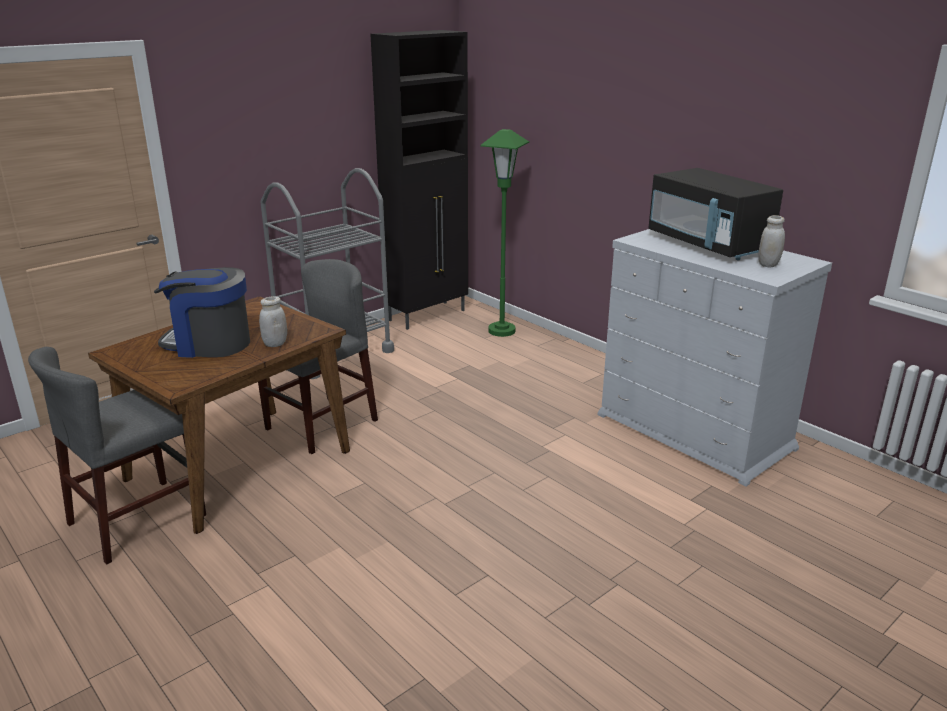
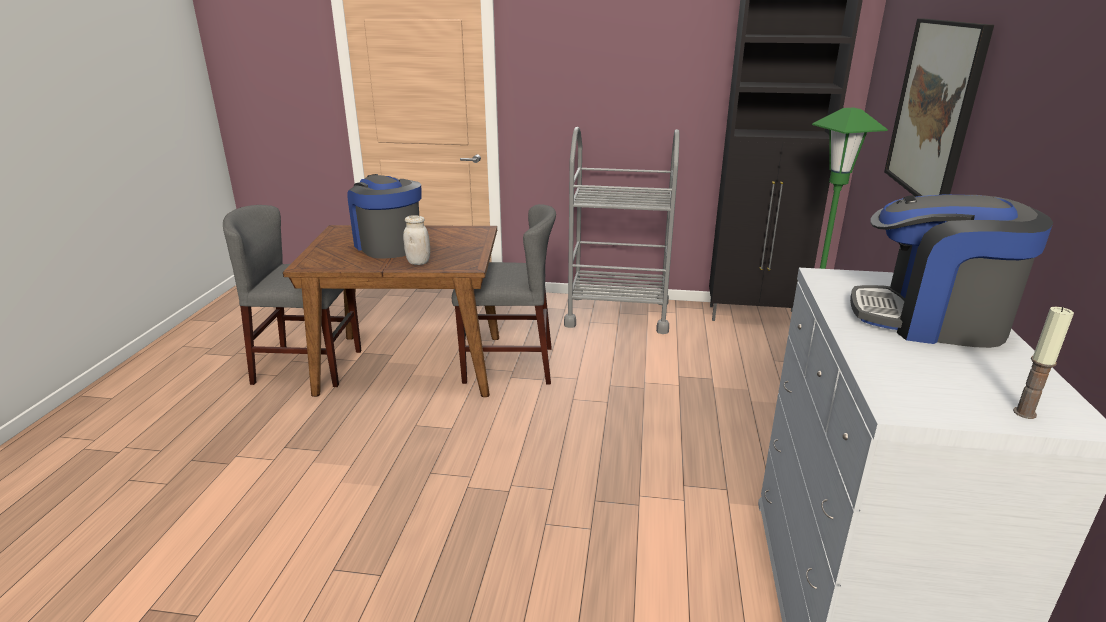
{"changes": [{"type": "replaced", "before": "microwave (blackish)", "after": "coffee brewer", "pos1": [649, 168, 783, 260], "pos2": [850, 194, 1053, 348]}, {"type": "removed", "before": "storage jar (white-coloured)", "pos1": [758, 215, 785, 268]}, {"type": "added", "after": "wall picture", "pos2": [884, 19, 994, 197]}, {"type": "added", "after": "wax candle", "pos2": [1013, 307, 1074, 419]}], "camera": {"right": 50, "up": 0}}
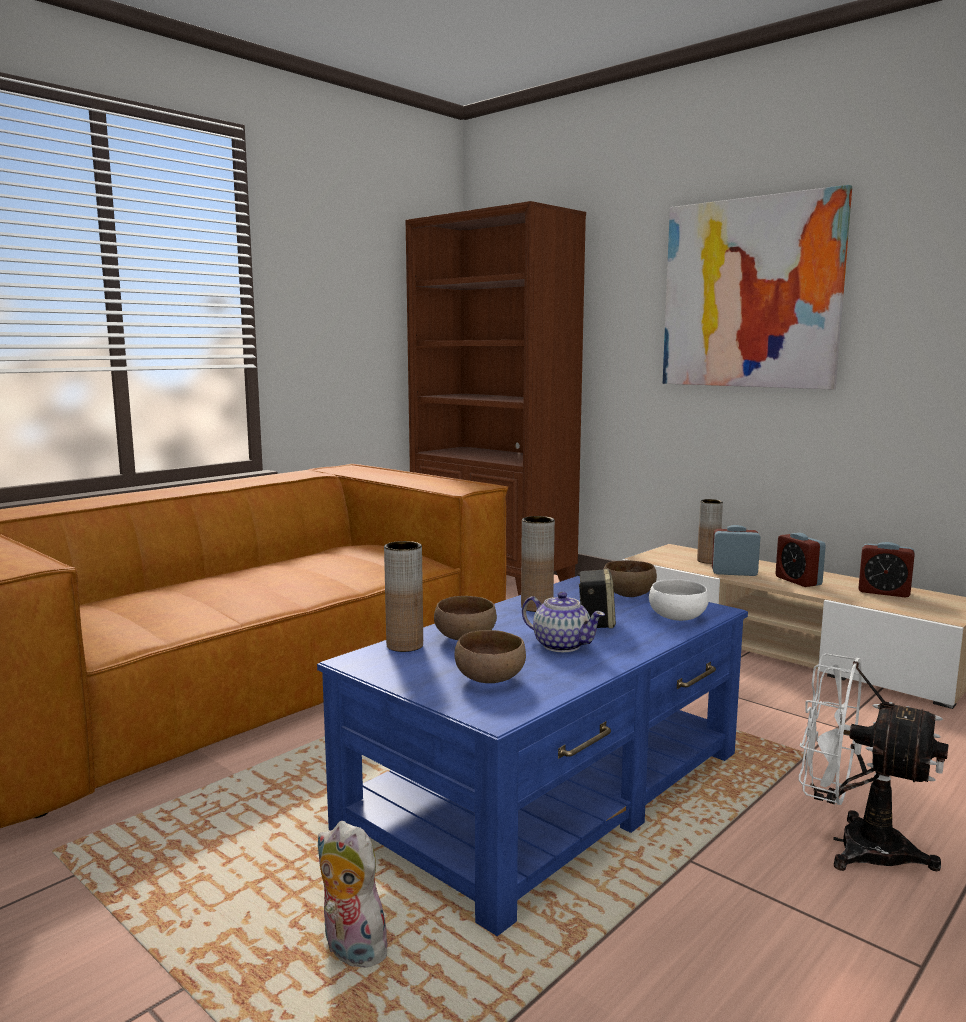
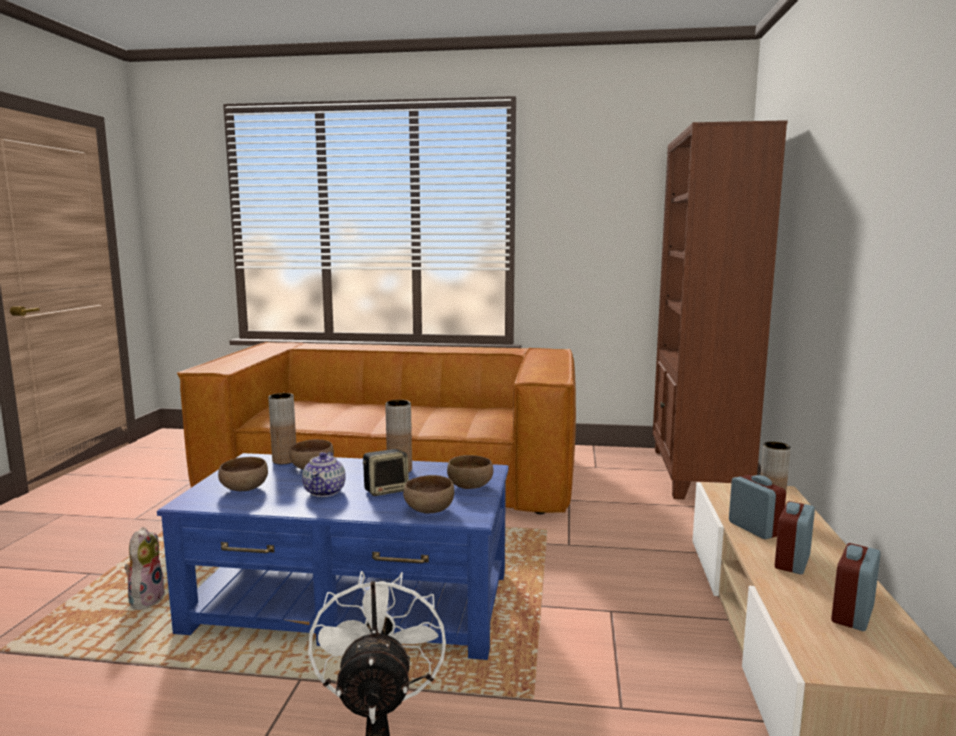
{"changes": [{"type": "removed", "before": "wall picture", "pos1": [663, 185, 852, 389]}, {"type": "turned", "before": "alarm clock", "pos1": [858, 542, 915, 598], "pos2": [831, 543, 881, 631], "turn": 45}, {"type": "recoloured", "before": "serving bowl (white-coloured)", "after": "serving bowl (brownish)", "pos1": [649, 579, 709, 621], "pos2": [403, 475, 454, 513]}], "camera": {"right": 55, "up": 0}}
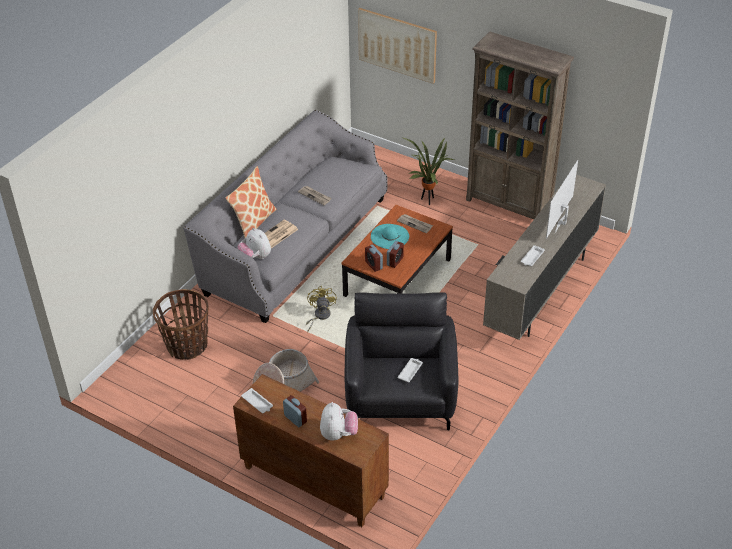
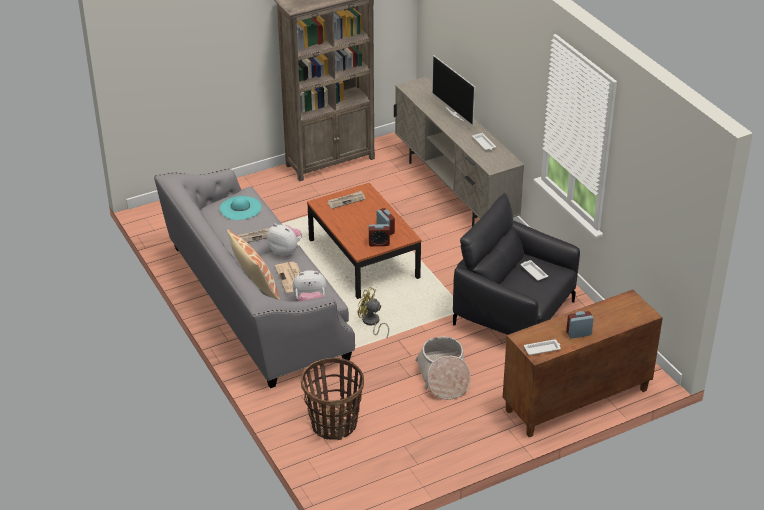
{"changes": [{"type": "removed", "before": "wall picture", "pos1": [358, 8, 437, 84]}, {"type": "removed", "before": "potted plant", "pos1": [404, 138, 454, 205]}, {"type": "moved", "before": "hat (turquoise-coloured)", "pos1": [371, 224, 409, 249], "pos2": [219, 196, 261, 220]}, {"type": "moved", "before": "plush toy", "pos1": [320, 402, 358, 441], "pos2": [267, 224, 302, 256]}], "camera": {"right": -60, "up": -5}}
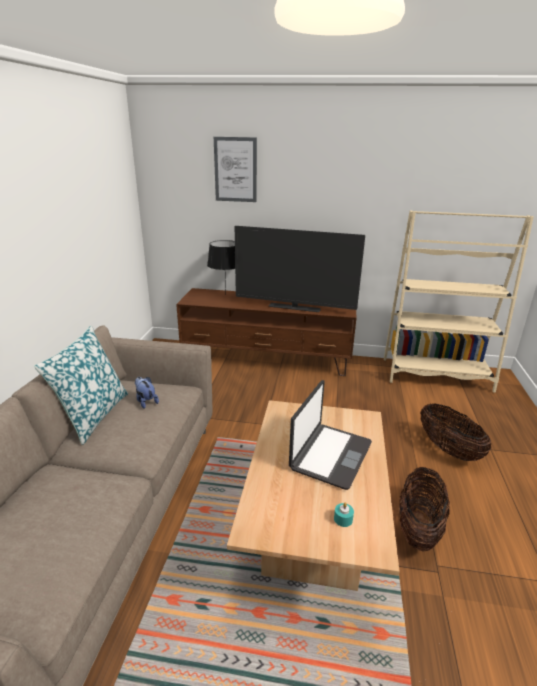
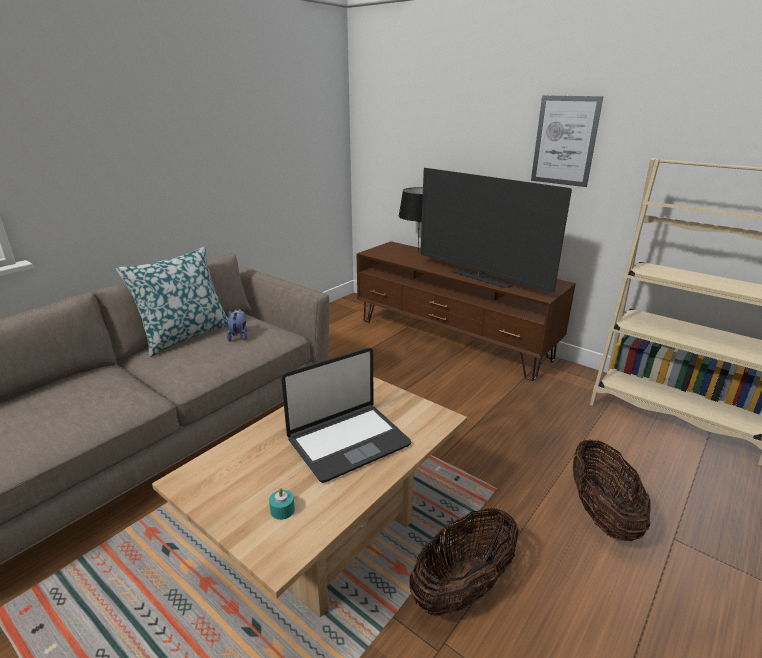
{"changes": [{"type": "moved", "before": "wall picture", "pos1": [214, 137, 257, 202], "pos2": [531, 95, 603, 187]}], "camera": {"right": 30, "up": 0}}
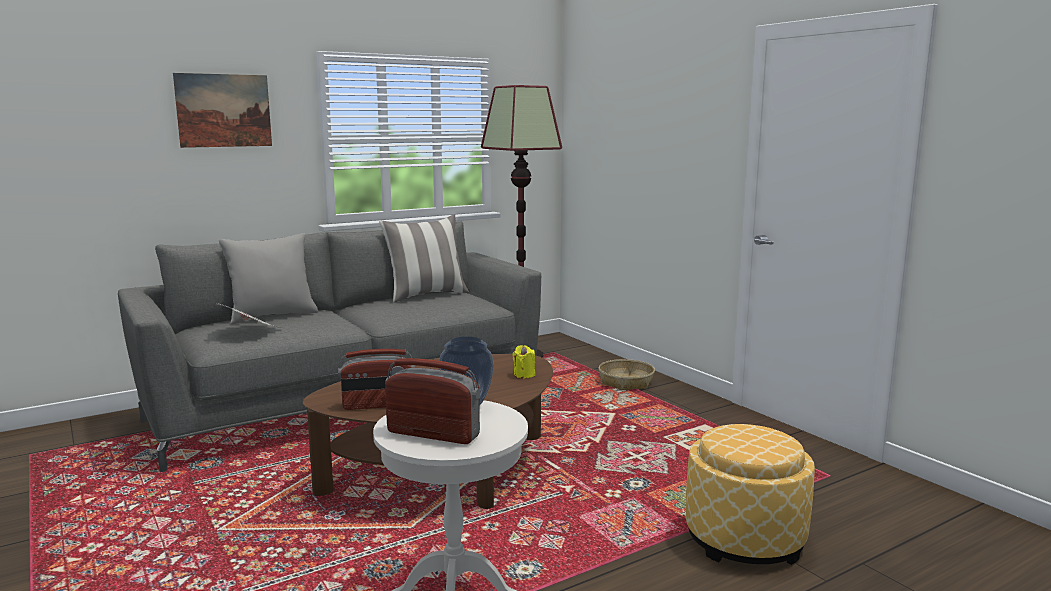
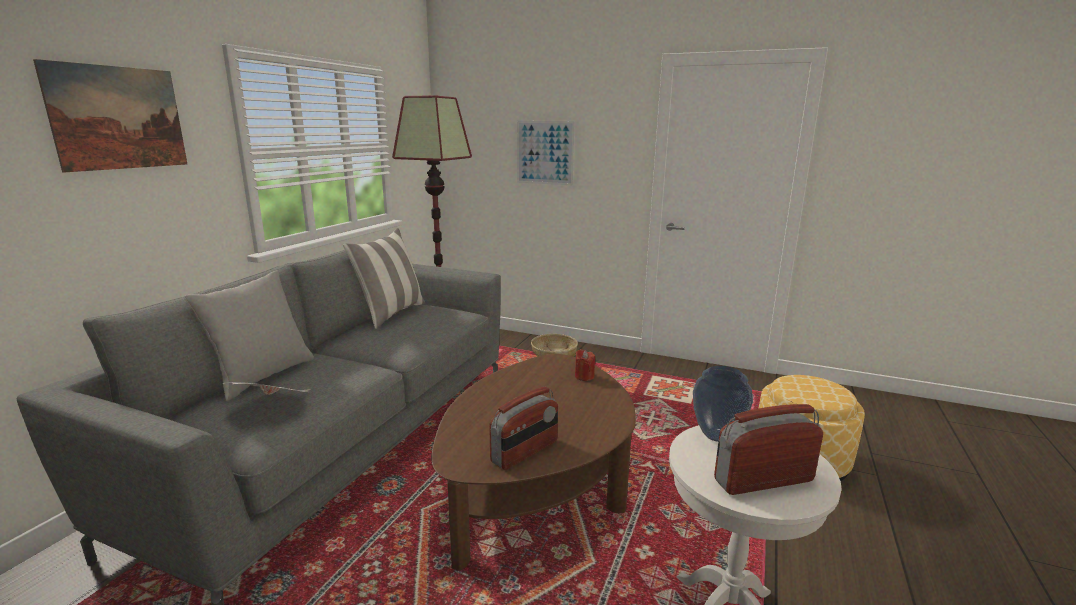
{"changes": [{"type": "recoloured", "before": "wax candle (yellow)", "after": "wax candle (red-coloured)", "pos1": [513, 345, 535, 379], "pos2": [575, 349, 595, 381]}, {"type": "added", "after": "wall picture", "pos2": [517, 121, 575, 185]}], "camera": {"right": -35, "up": 5}}
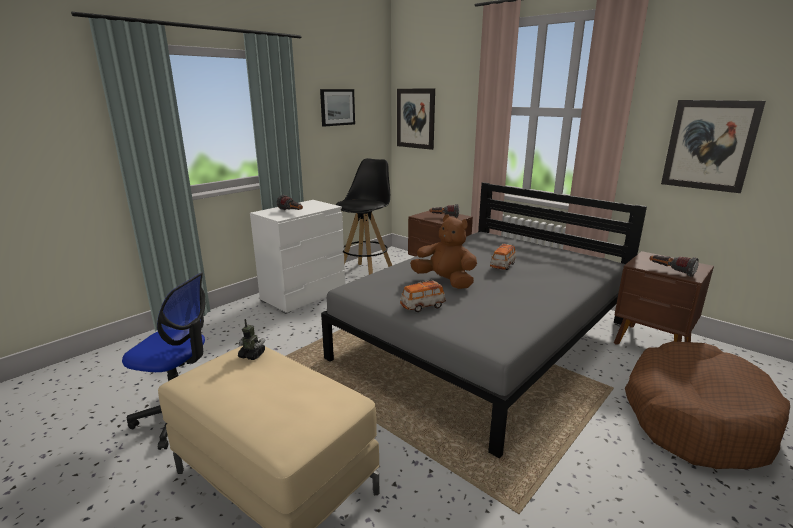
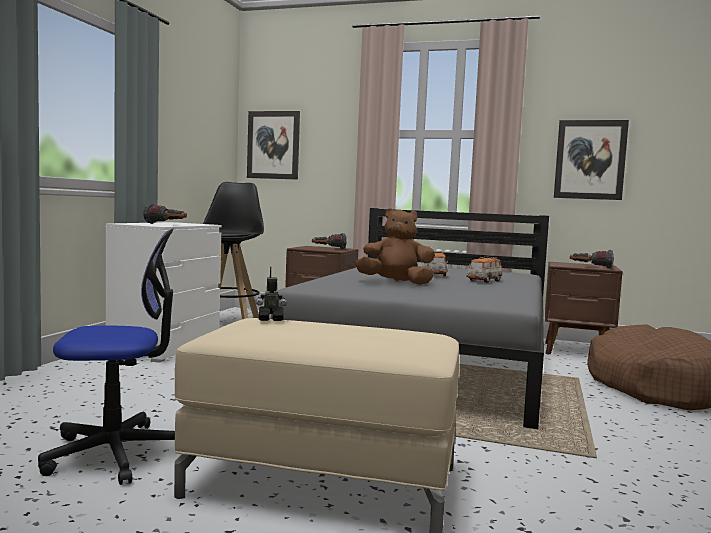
{"changes": [{"type": "removed", "before": "wall picture", "pos1": [320, 89, 355, 126]}, {"type": "moved", "before": "miniature car", "pos1": [400, 280, 446, 312], "pos2": [466, 256, 502, 283]}], "camera": {"right": -25, "up": -15}}
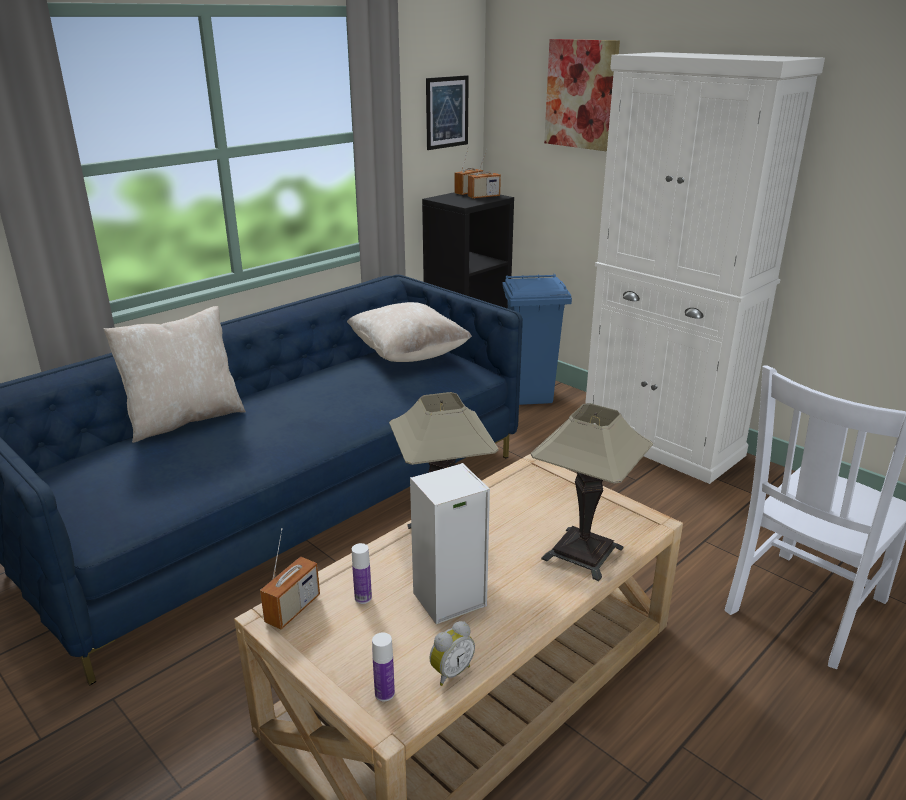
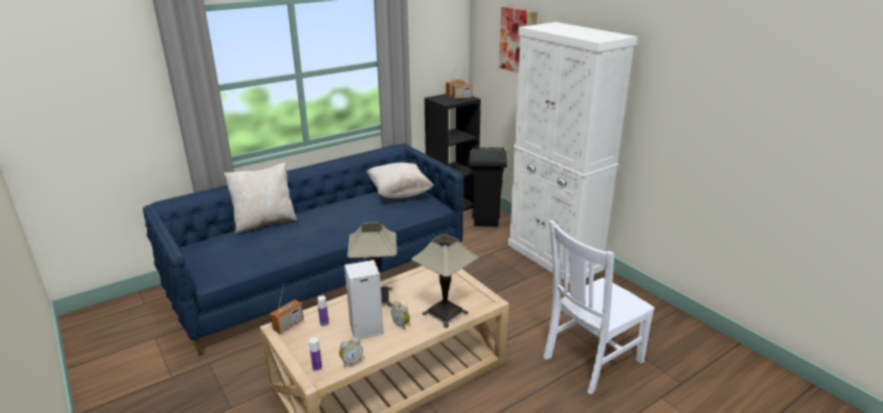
{"changes": [{"type": "removed", "before": "wall picture", "pos1": [426, 75, 469, 150]}, {"type": "recoloured", "before": "waste bin (bluish)", "after": "waste bin (blackish)", "pos1": [502, 274, 572, 405], "pos2": [469, 146, 507, 227]}, {"type": "added", "after": "alarm clock", "pos2": [391, 301, 410, 330]}], "camera": {"right": 10, "up": 0}}
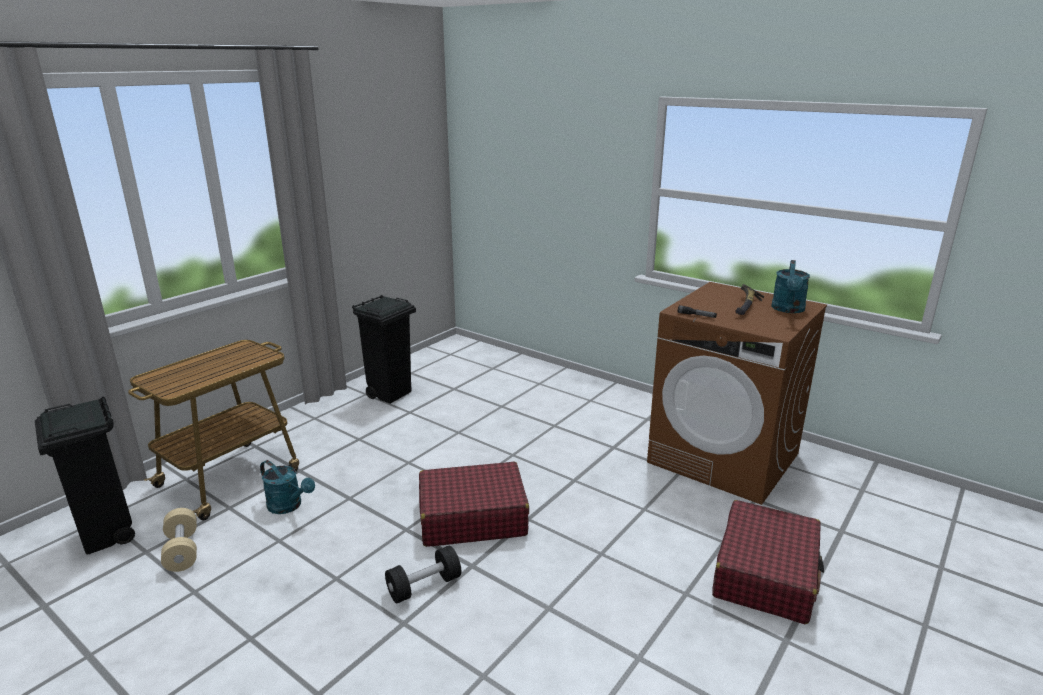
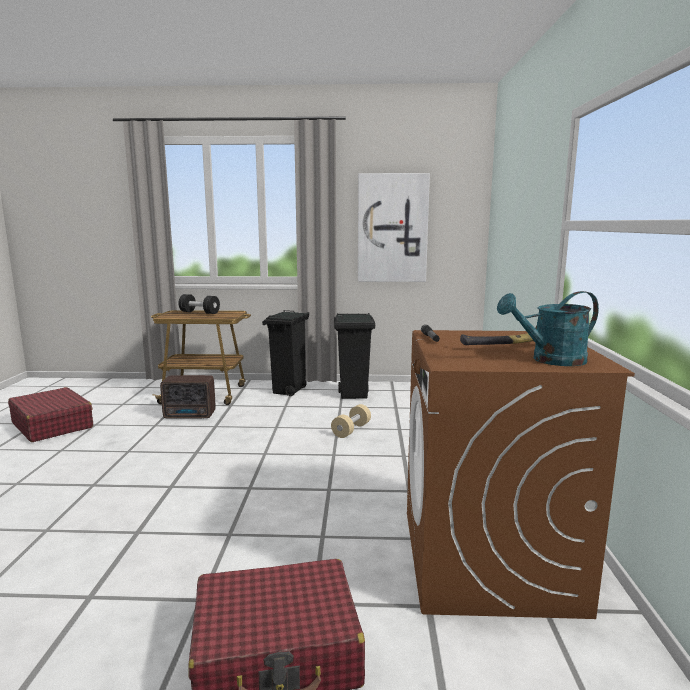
{"changes": [{"type": "moved", "before": "waste bin (blackish)", "pos1": [35, 396, 135, 555], "pos2": [262, 310, 310, 396]}, {"type": "replaced", "before": "watering pot (turquoise-coloured)", "after": "radio receiver", "pos1": [260, 460, 315, 514], "pos2": [160, 375, 216, 419]}, {"type": "moved", "before": "piece of luggage (red-coloured)", "pos1": [419, 462, 529, 547], "pos2": [8, 387, 93, 442]}, {"type": "moved", "before": "free weight (beige)", "pos1": [161, 508, 197, 572], "pos2": [331, 404, 371, 438]}, {"type": "moved", "before": "free weight (blackish)", "pos1": [385, 545, 461, 604], "pos2": [179, 294, 220, 314]}, {"type": "added", "after": "wall picture", "pos2": [358, 173, 430, 282]}], "camera": {"right": 55, "up": -10}}
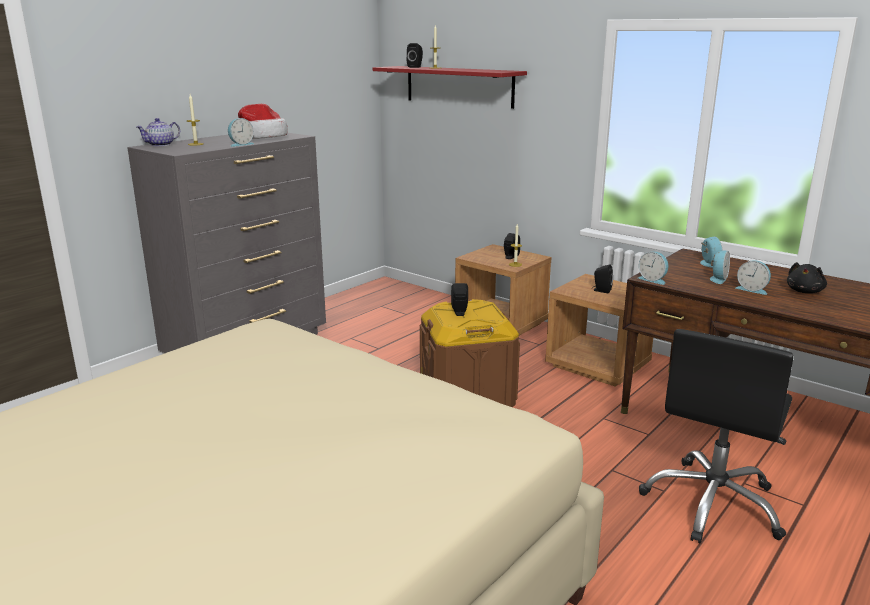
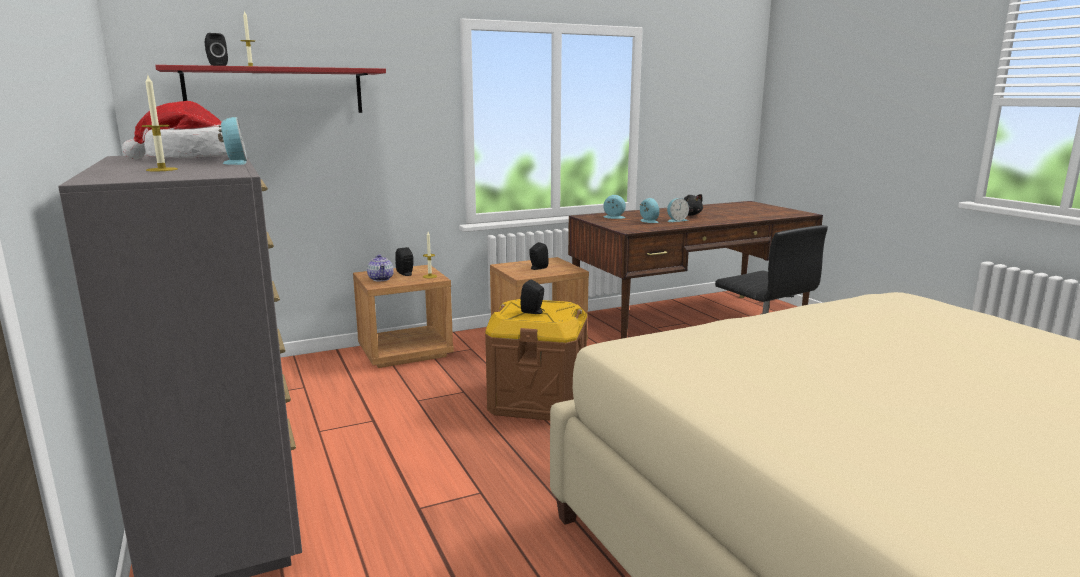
{"changes": [{"type": "moved", "before": "tea pot", "pos1": [136, 118, 180, 146], "pos2": [367, 254, 394, 281]}, {"type": "removed", "before": "alarm clock", "pos1": [638, 252, 668, 285]}], "camera": {"right": -65, "up": -5}}
